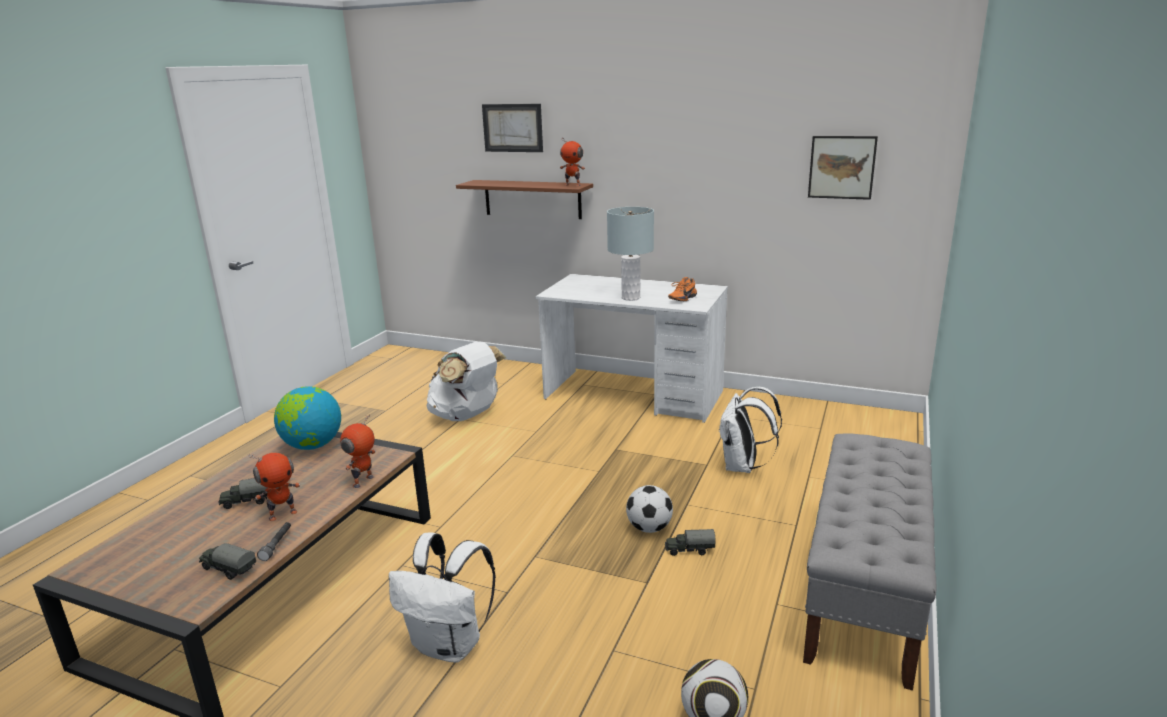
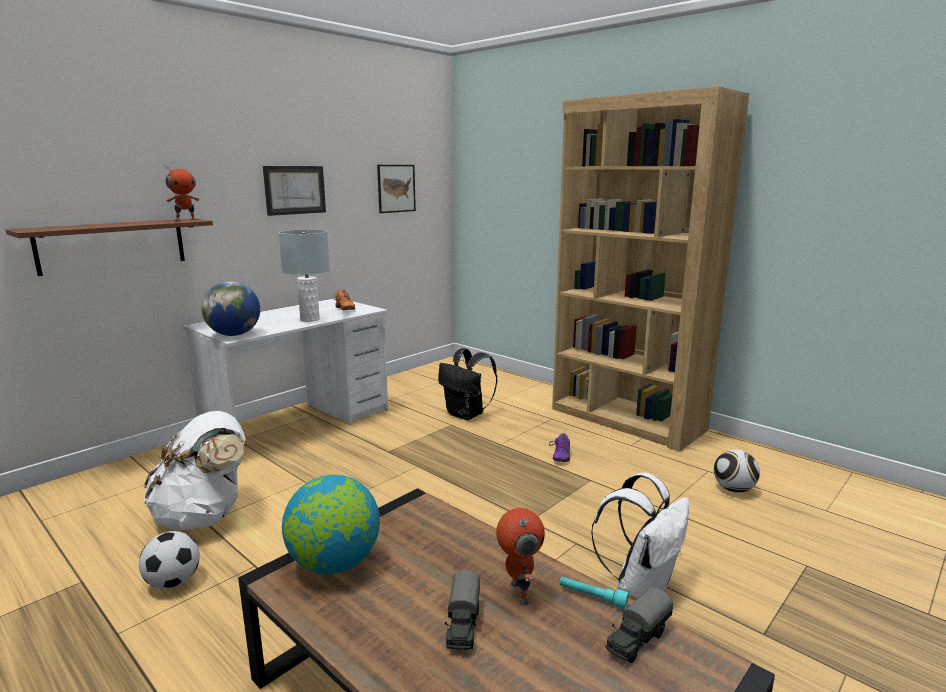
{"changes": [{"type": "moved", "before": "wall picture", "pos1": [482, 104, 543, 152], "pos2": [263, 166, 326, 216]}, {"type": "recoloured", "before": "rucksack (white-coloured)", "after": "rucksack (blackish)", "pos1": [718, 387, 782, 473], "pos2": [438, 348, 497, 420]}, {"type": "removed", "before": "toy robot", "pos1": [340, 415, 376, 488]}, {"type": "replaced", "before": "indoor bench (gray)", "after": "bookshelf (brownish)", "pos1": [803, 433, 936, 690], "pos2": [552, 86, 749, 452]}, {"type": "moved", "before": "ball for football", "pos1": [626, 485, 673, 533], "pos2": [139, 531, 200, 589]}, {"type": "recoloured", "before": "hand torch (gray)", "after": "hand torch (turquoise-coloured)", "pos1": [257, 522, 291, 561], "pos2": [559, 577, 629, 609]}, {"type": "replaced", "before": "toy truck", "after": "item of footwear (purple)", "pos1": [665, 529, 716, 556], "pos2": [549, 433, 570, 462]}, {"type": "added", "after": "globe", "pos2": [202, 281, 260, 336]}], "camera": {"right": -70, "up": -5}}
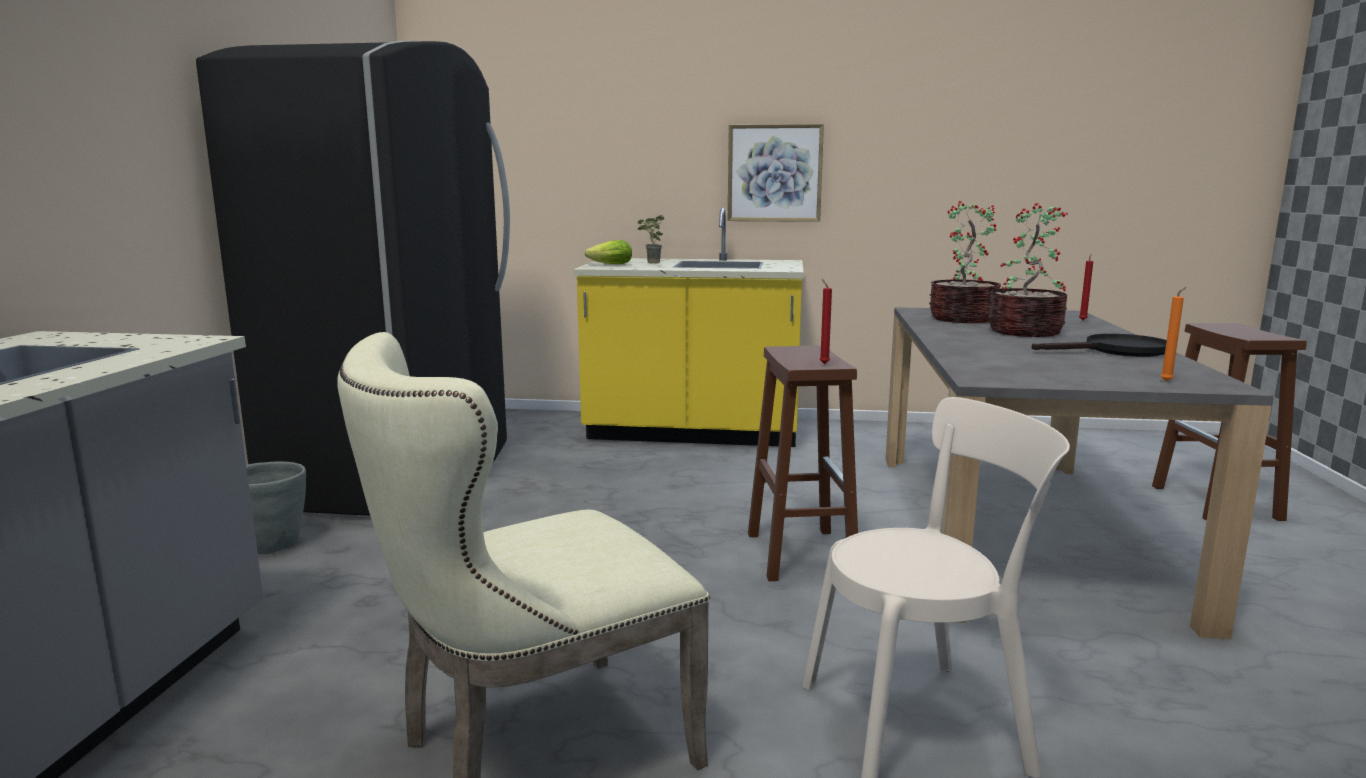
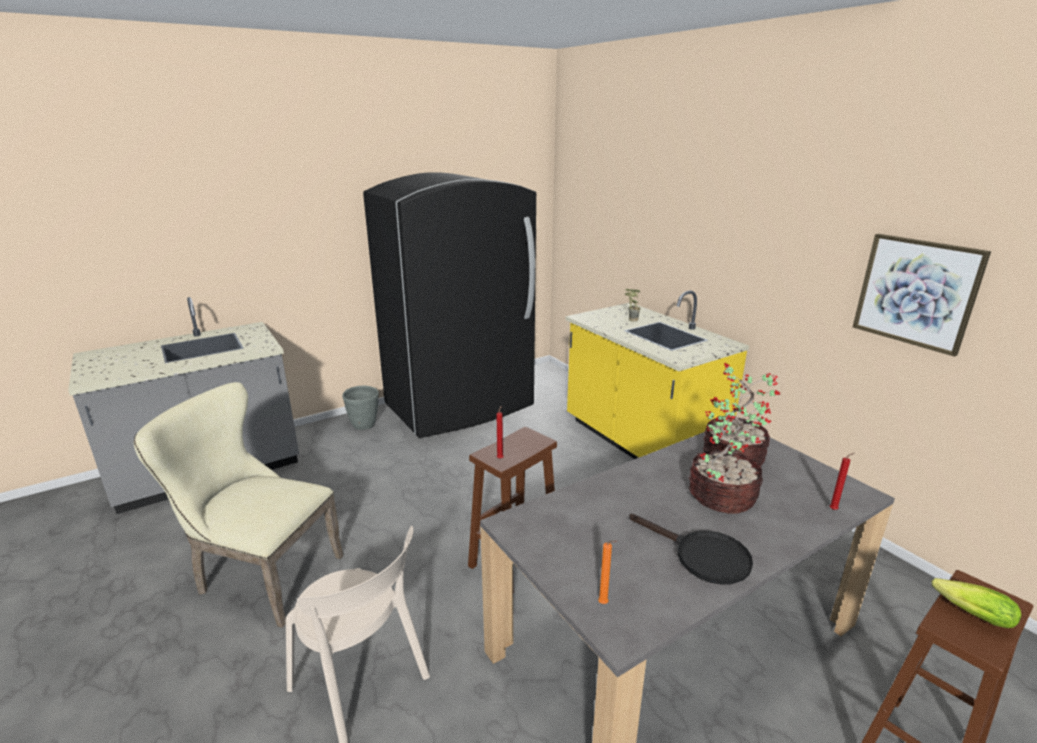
{"changes": [{"type": "moved", "before": "wall picture", "pos1": [728, 124, 824, 222], "pos2": [853, 234, 991, 357]}, {"type": "moved", "before": "lettuce", "pos1": [585, 240, 632, 264], "pos2": [932, 578, 1021, 628]}], "camera": {"right": 50, "up": 10}}
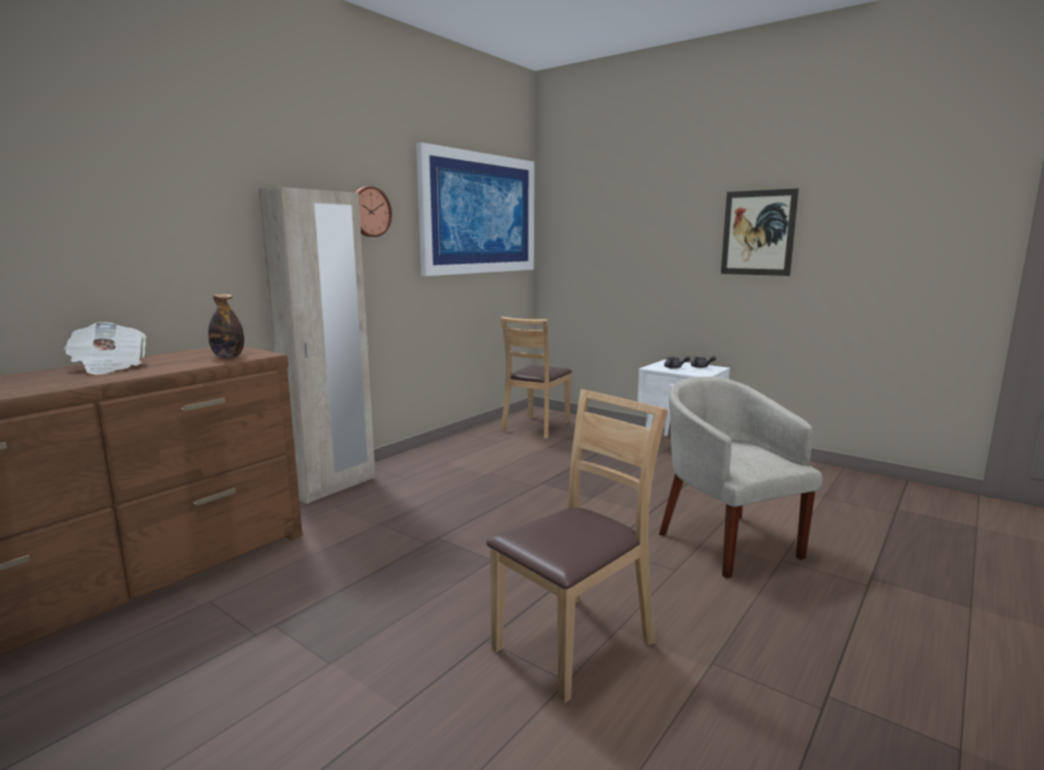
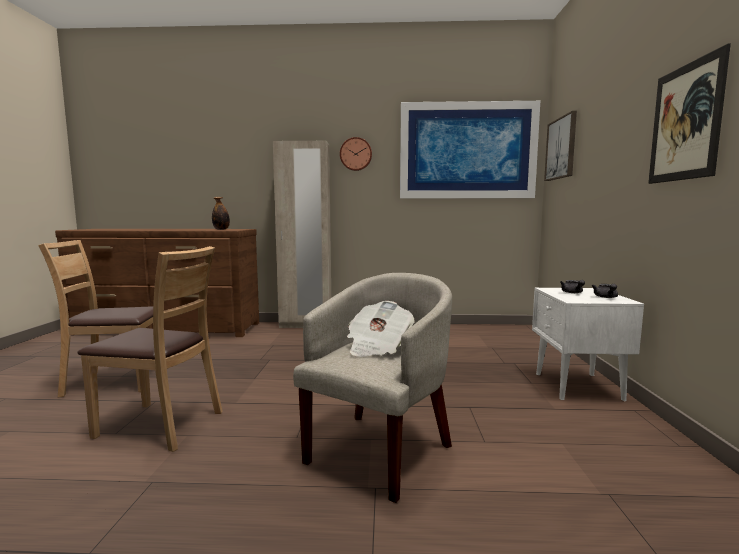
{"changes": [{"type": "moved", "before": "plain chair (brownish)", "pos1": [500, 317, 572, 439], "pos2": [38, 240, 153, 398]}, {"type": "moved", "before": "printed paper", "pos1": [64, 322, 147, 375], "pos2": [347, 301, 415, 357]}, {"type": "added", "after": "wall picture", "pos2": [544, 111, 577, 181]}], "camera": {"right": 55, "up": -5}}
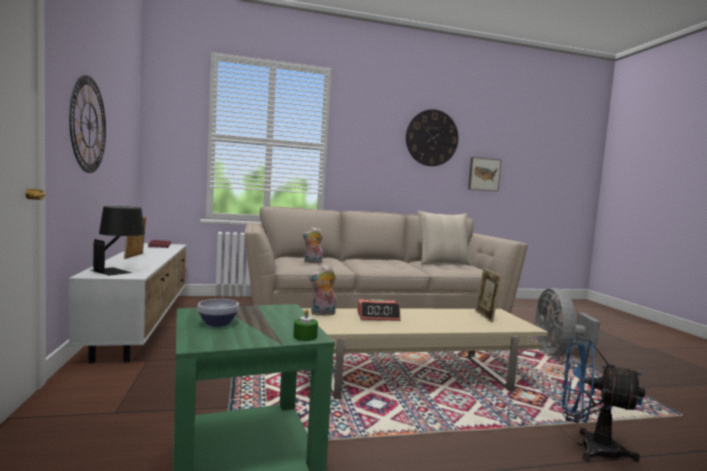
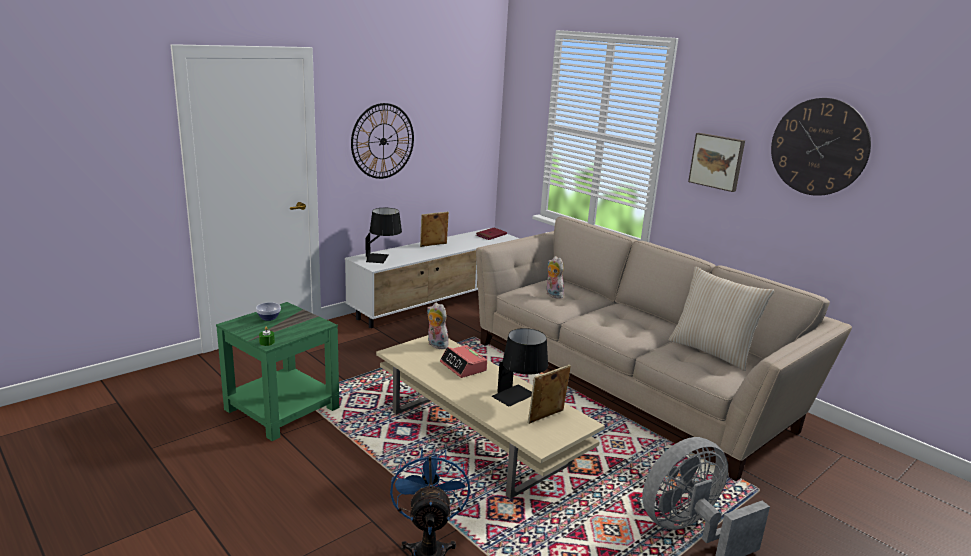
{"changes": [{"type": "moved", "before": "wall picture", "pos1": [468, 157, 501, 191], "pos2": [688, 133, 745, 192]}, {"type": "added", "after": "lamp for a table (blackish)", "pos2": [492, 328, 548, 407]}], "camera": {"right": 60, "up": 15}}
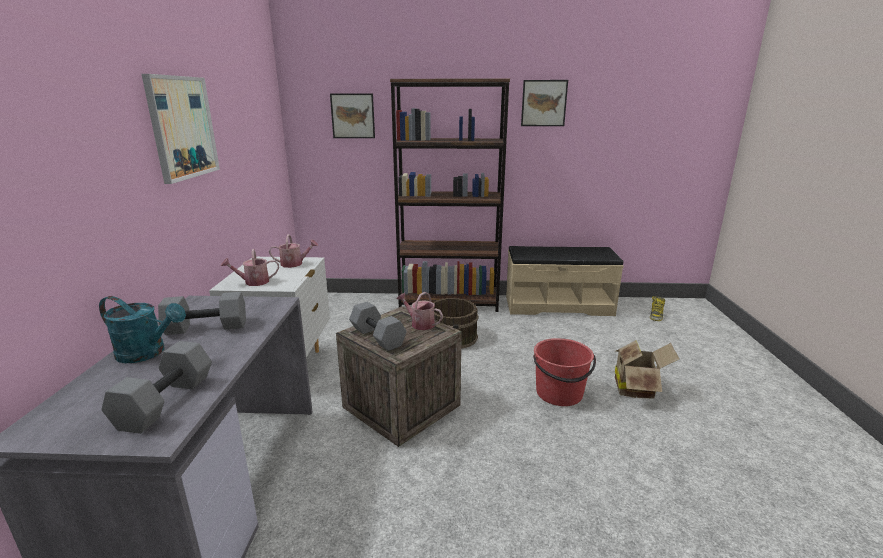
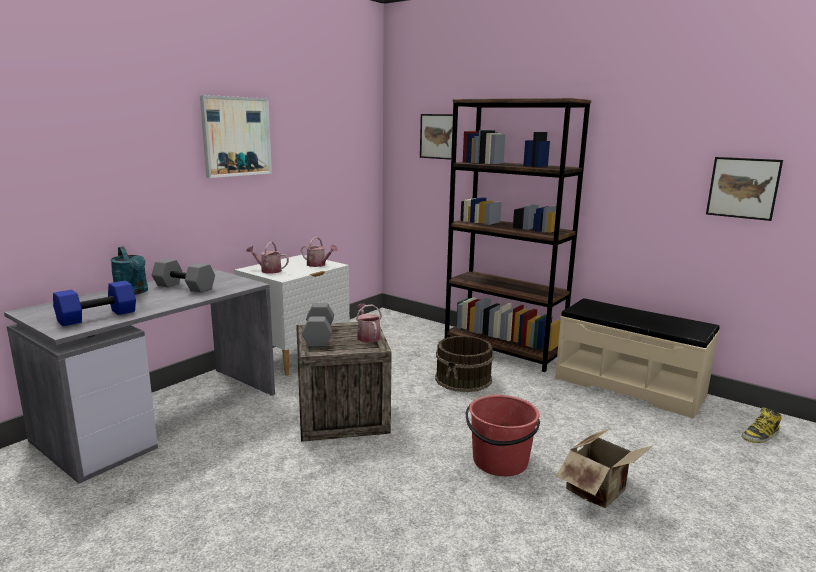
{"changes": [{"type": "moved", "before": "wall picture", "pos1": [521, 80, 568, 126], "pos2": [706, 157, 783, 221]}, {"type": "recoloured", "before": "free weight (gray)", "after": "free weight (bluish)", "pos1": [102, 341, 212, 434], "pos2": [53, 281, 136, 326]}], "camera": {"right": 35, "up": -5}}
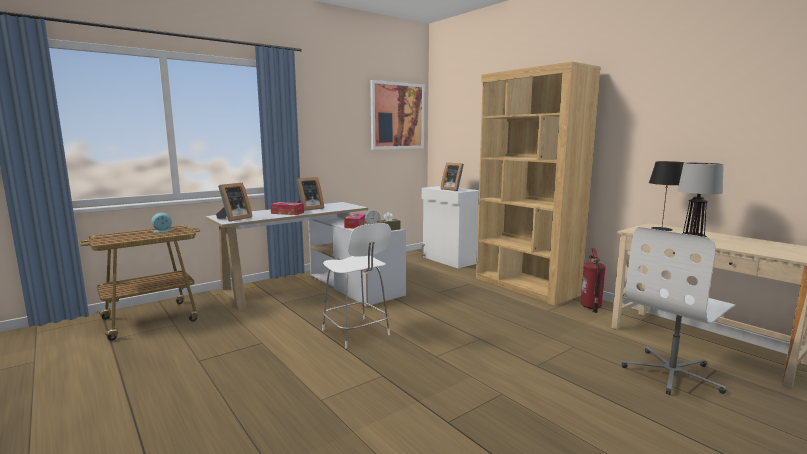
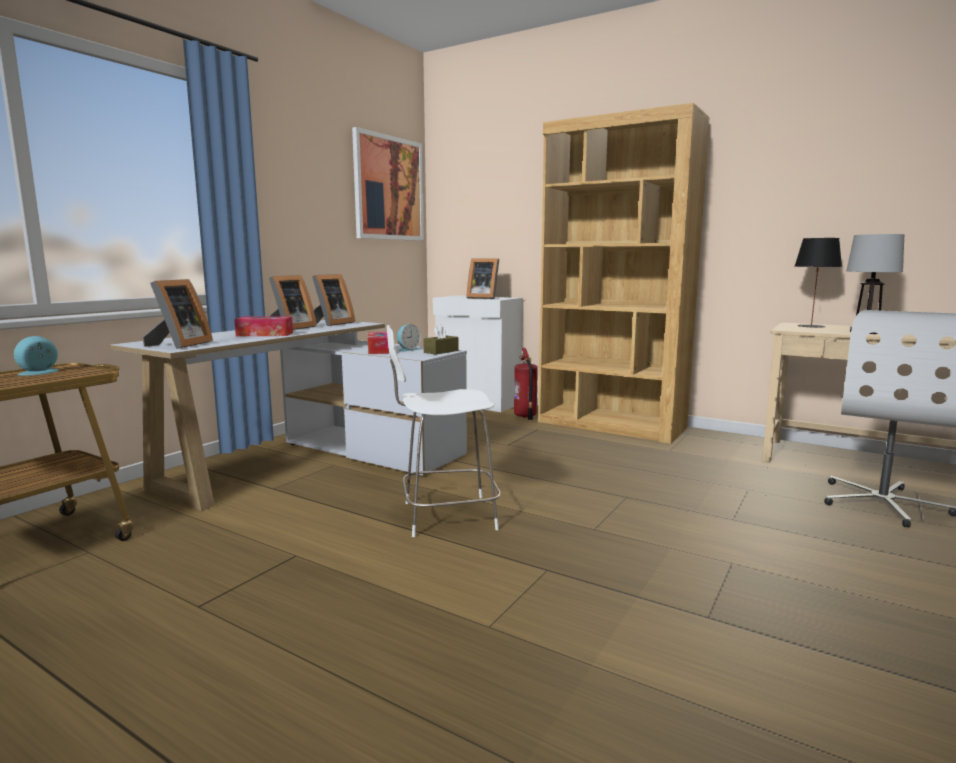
{"changes": [{"type": "turned", "before": "plain chair (white-coloured)", "pos1": [322, 223, 391, 349], "pos2": [387, 325, 501, 537], "turn": 135}, {"type": "moved", "before": "fire extinguisher", "pos1": [581, 248, 605, 313], "pos2": [514, 348, 538, 420]}, {"type": "added", "after": "standing frame", "pos2": [312, 274, 355, 326]}], "camera": {"right": -20, "up": 0}}
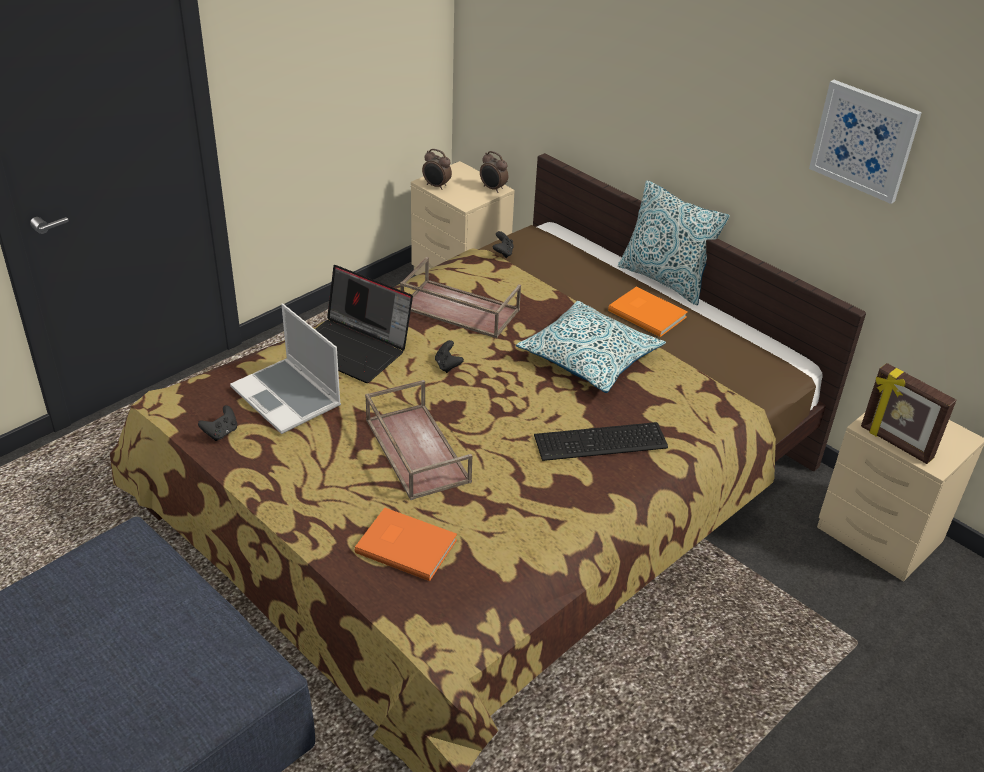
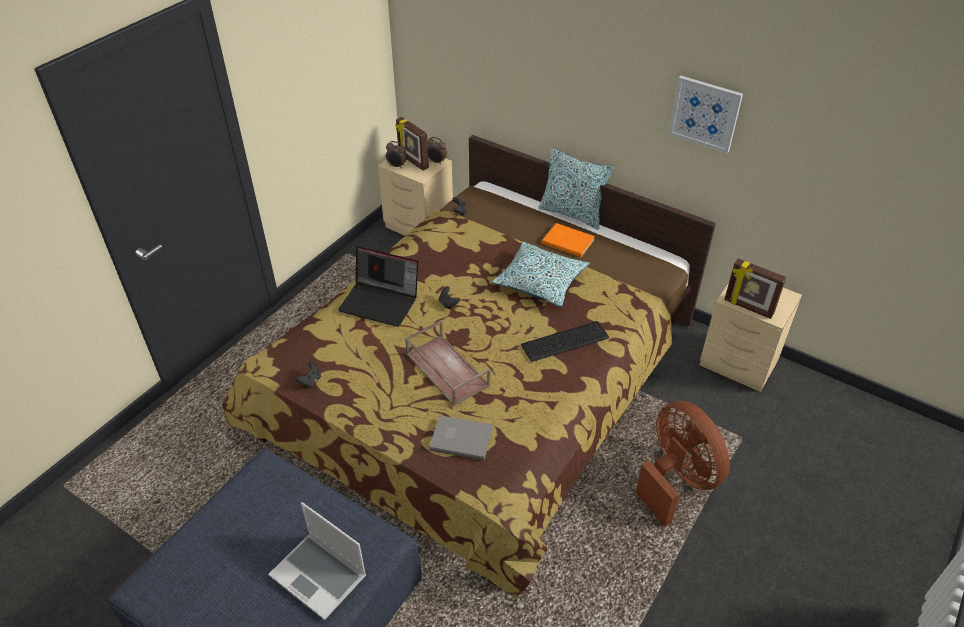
{"changes": [{"type": "removed", "before": "serving tray (brownish)", "pos1": [400, 257, 521, 338]}, {"type": "moved", "before": "notebook computer", "pos1": [230, 304, 341, 434], "pos2": [268, 502, 366, 620]}, {"type": "recoloured", "before": "bound book (orange)", "after": "bound book (gray)", "pos1": [355, 508, 457, 581], "pos2": [429, 415, 493, 461]}, {"type": "added", "after": "standing frame", "pos2": [395, 117, 429, 171]}, {"type": "added", "after": "electric fan (brownish)", "pos2": [635, 401, 730, 527]}], "camera": {"right": -10, "up": 5}}
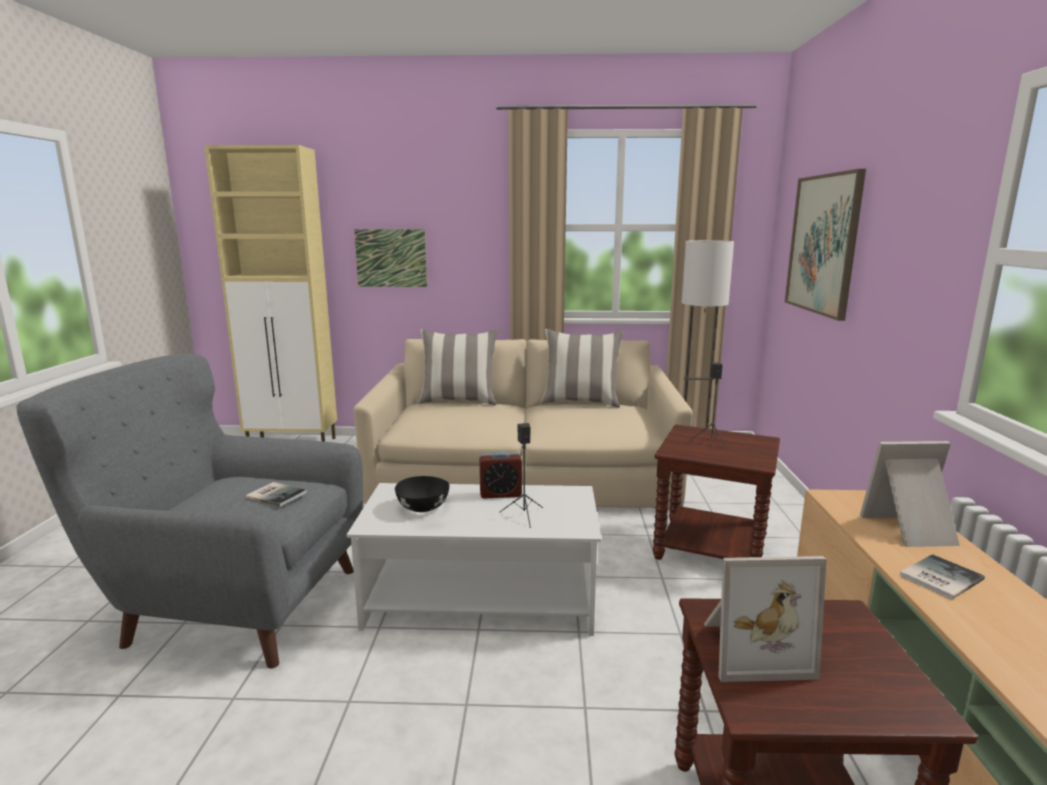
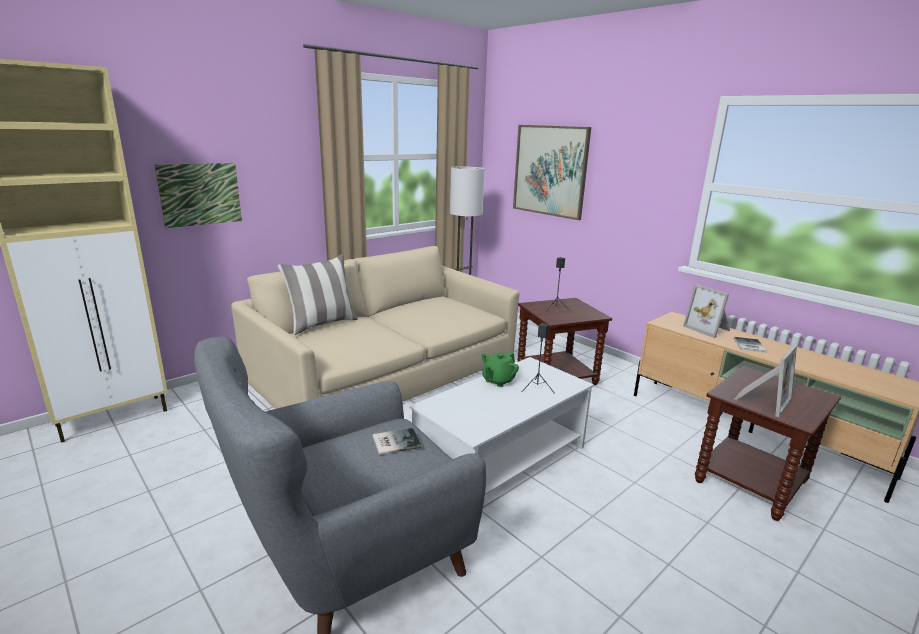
{"changes": [{"type": "removed", "before": "cushion", "pos1": [541, 329, 623, 407]}, {"type": "turned", "before": "standing frame", "pos1": [860, 441, 960, 547], "pos2": [683, 284, 730, 338], "turn": -75}, {"type": "replaced", "before": "alarm clock", "after": "tea pot (greenish)", "pos1": [479, 451, 522, 498], "pos2": [482, 352, 519, 387]}, {"type": "removed", "before": "serving bowl (blackish)", "pos1": [395, 476, 450, 512]}], "camera": {"right": -45, "up": 5}}
